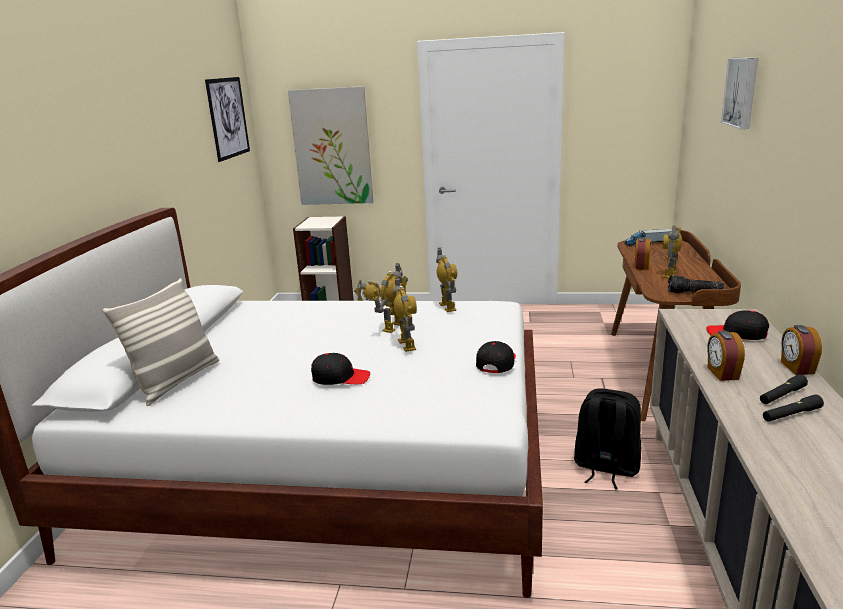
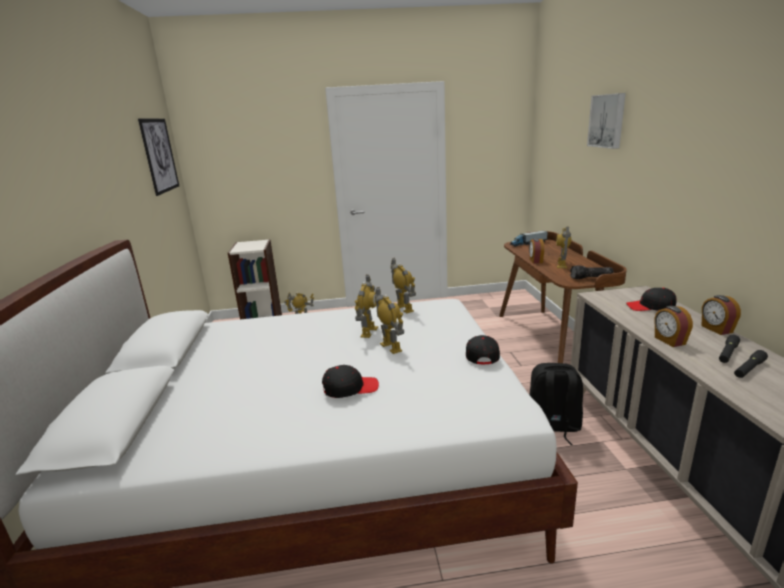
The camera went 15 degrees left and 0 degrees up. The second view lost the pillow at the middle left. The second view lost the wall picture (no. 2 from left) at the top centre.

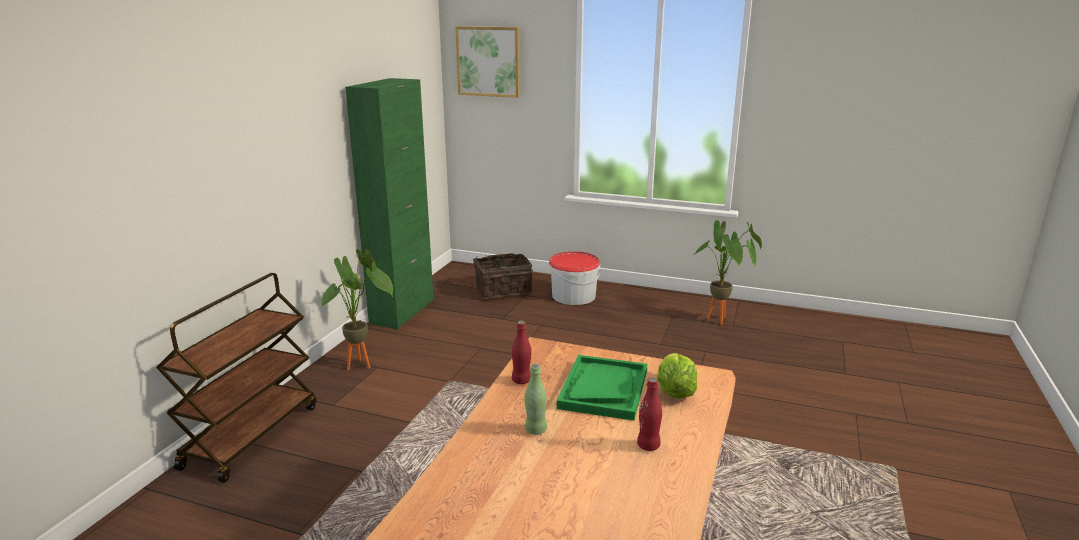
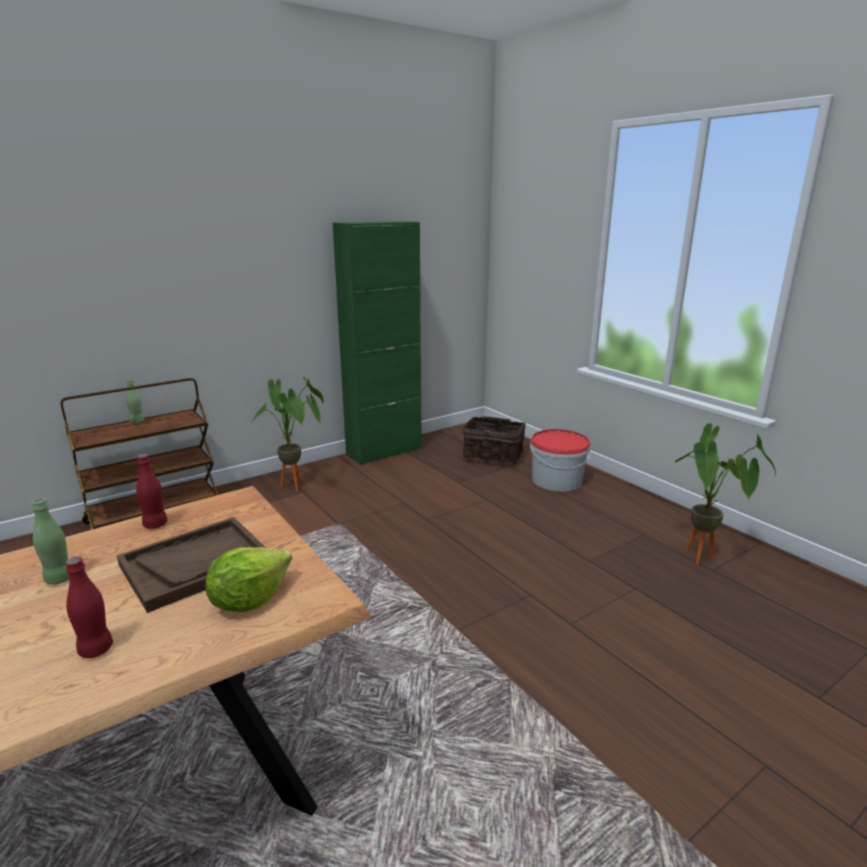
The camera went 35 degrees right and 0 degrees up. What was the carrying tray (greenish) at the bottom centre turned into the carrying tray (brown) at the middle left. The second view gained the beverage bottle (greenish) (no. 2 from left) at the middle left. The second view lost the wall picture at the top centre.

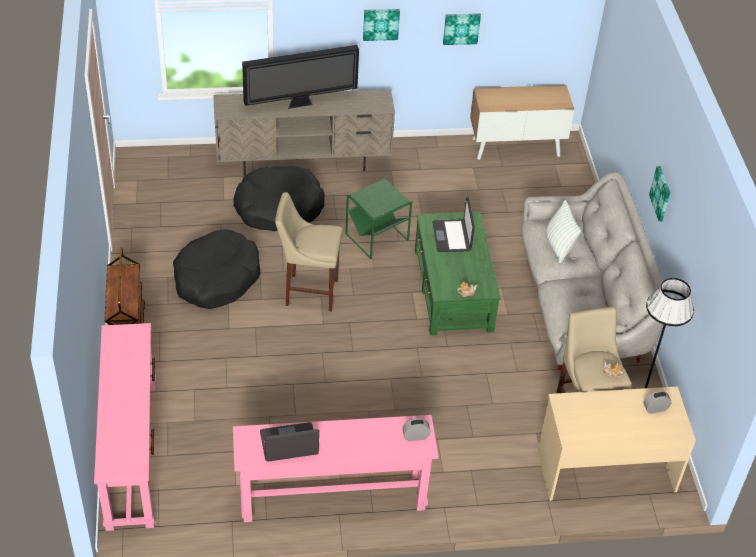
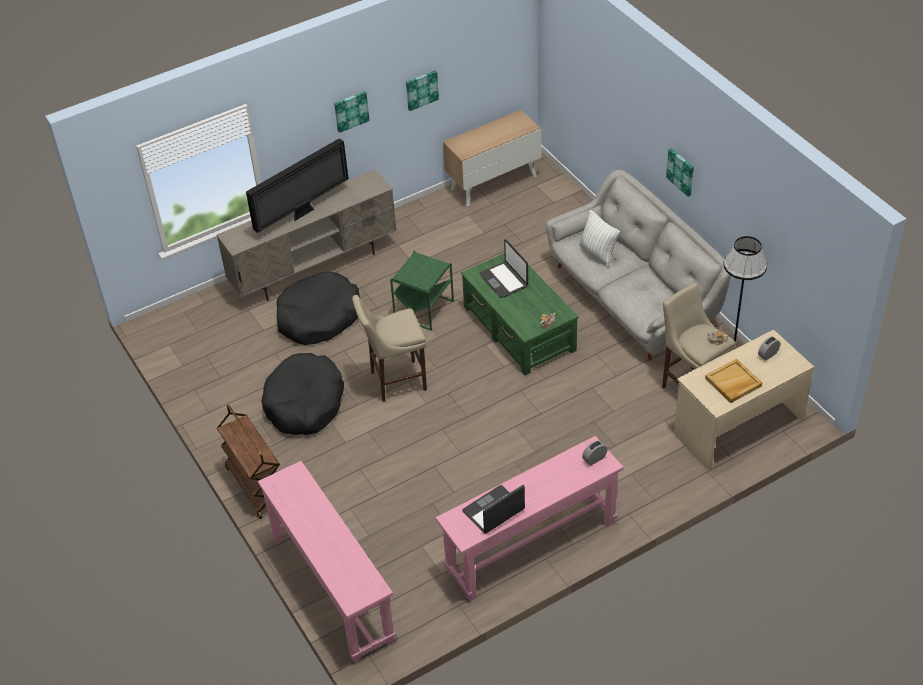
The camera went 20 degrees left and 0 degrees up. The second view gained the carrying tray (sand-coloured) at the middle right.

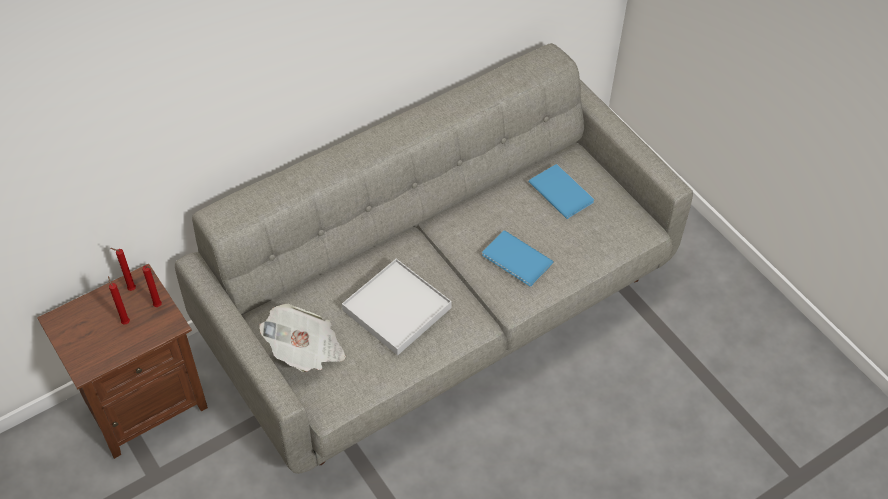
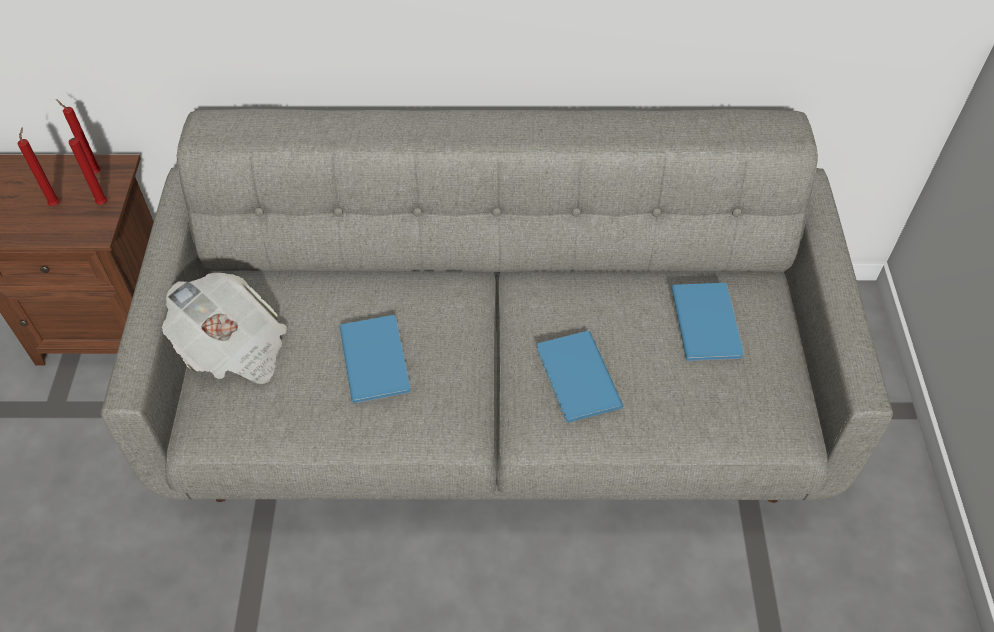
The camera went 35 degrees right and 0 degrees up. Where the carrying tray (whitish) stood at the centre, the bound book (blue-coloured) (no. 1 from left) came to stand at the centre.

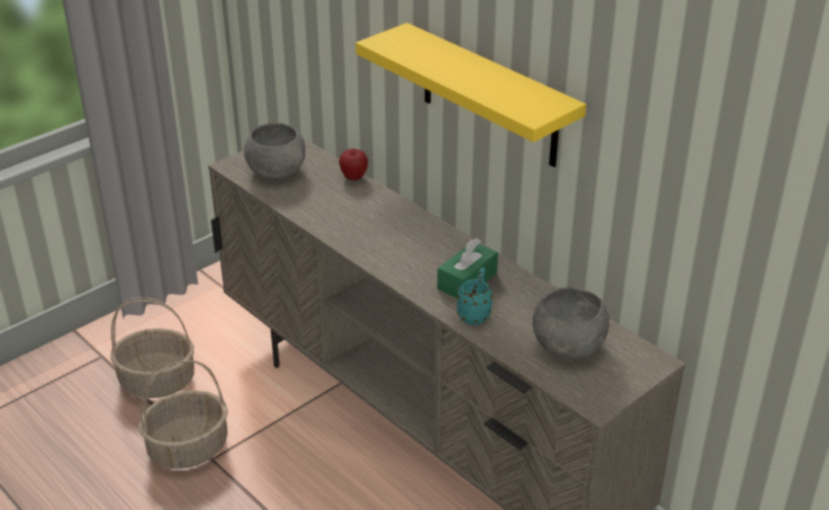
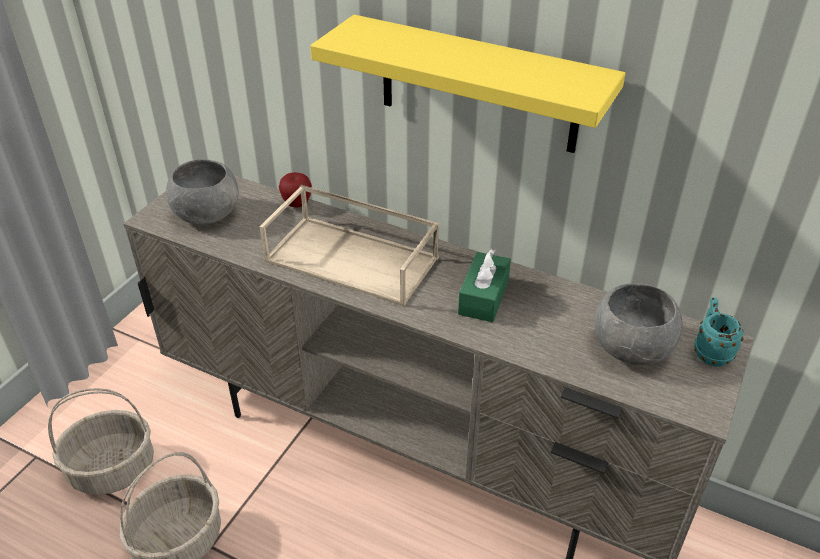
The camera went 20 degrees left and 5 degrees up. The second view gained the carrying tray (sand-coloured) at the centre. The mug (turquoise) ended up elsewhere, having gone from the centre to the middle right.

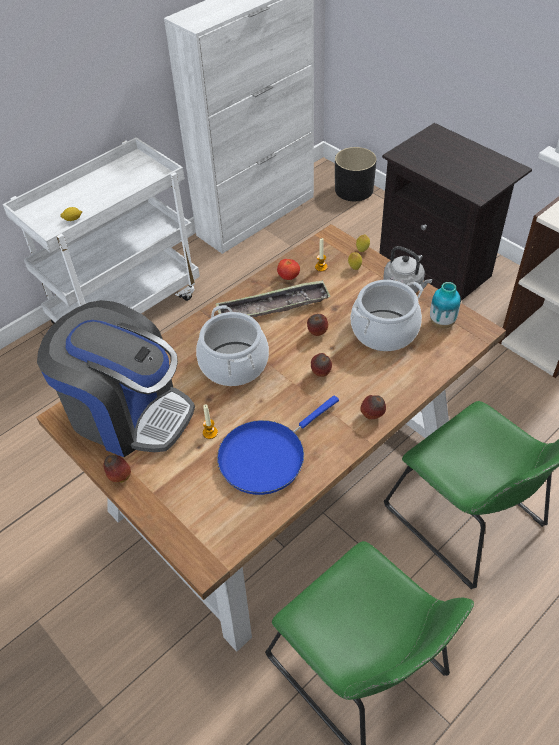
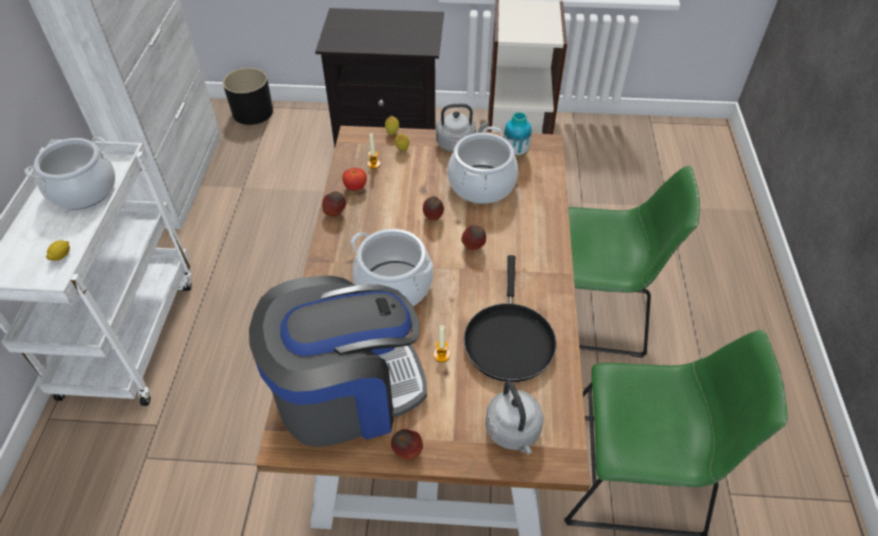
The camera went 45 degrees left and 0 degrees up. The second view gained the cooking pot (no. 1 from left) at the top left. The apple fruit (no. 4 from left in the first image) ended up elsewhere, having gone from the middle right to the centre. What was the pan (blue-coloured) at the centre turned into the pan (blackish) at the centre. The second view gained the water kettle (grey) (no. 2 from left) at the bottom centre. The second view lost the carrying tray at the centre.

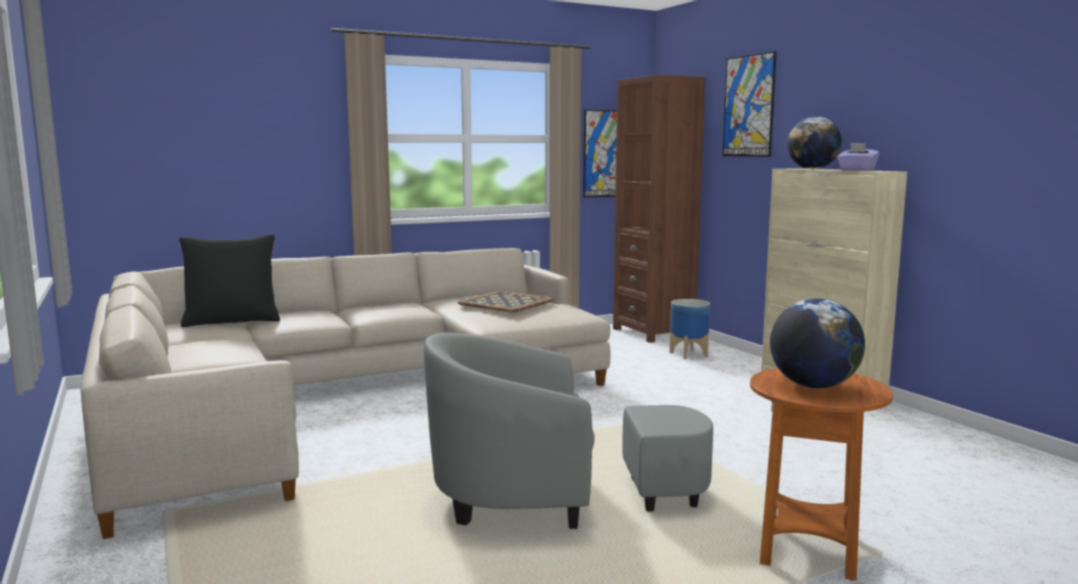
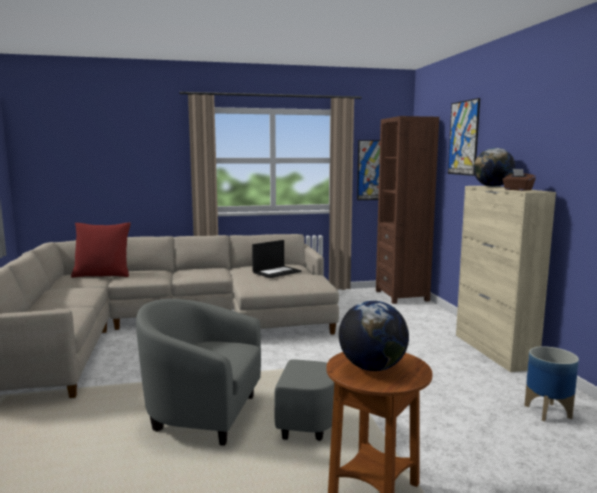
The camera went 15 degrees right and 0 degrees up. What was the pillow (blackish) at the middle left turned into the pillow (red) at the middle left. Where the carrying tray stood at the centre, the portable computer came to stand at the centre. What was the tissue holder (purple) at the top right turned into the tissue holder (brown) at the middle right. The plant pot ended up elsewhere, having gone from the centre to the bottom right.

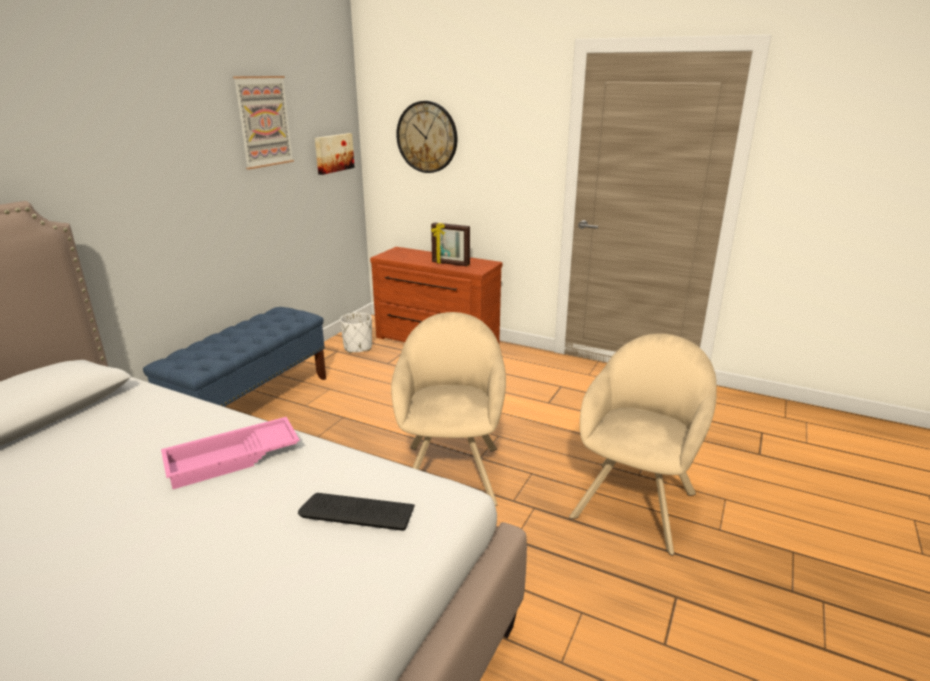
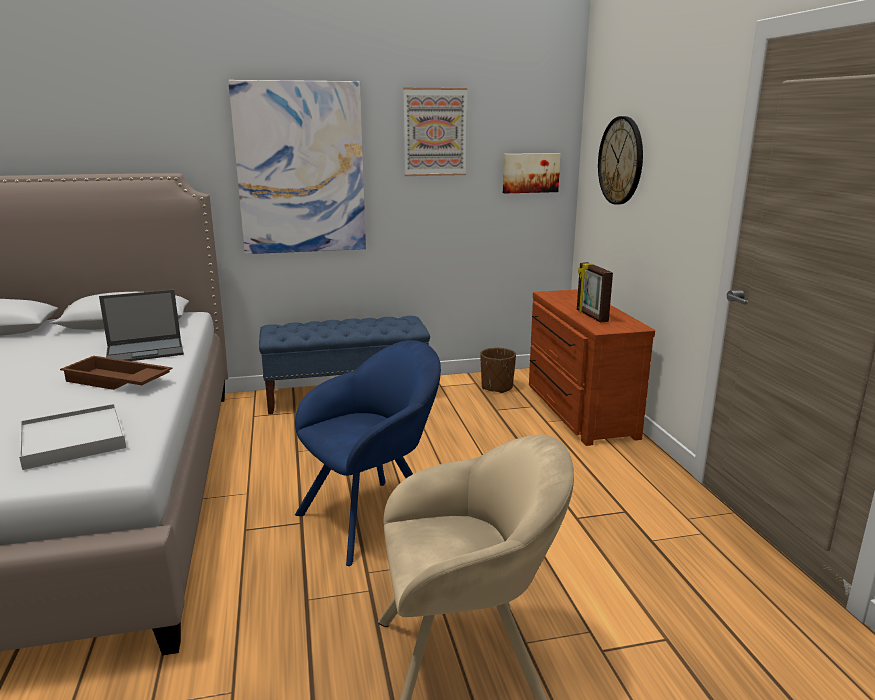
The camera went 50 degrees right and 5 degrees down. Where the computer keyboard stood at the bottom centre, the carrying tray (whitish) came to stand at the middle left. What was the carrying tray (pink-coloured) at the middle left turned into the carrying tray (brown) at the middle left. The second view gained the portable computer at the middle left. The second view gained the wall picture (no. 1 from left) at the top centre. What was the easy chair (sand-coloured) (no. 1 from left) at the centre turned into the easy chair (blue-coloured) at the centre. What was the plant pot (whitish) at the centre turned into the plant pot (brown) at the centre.

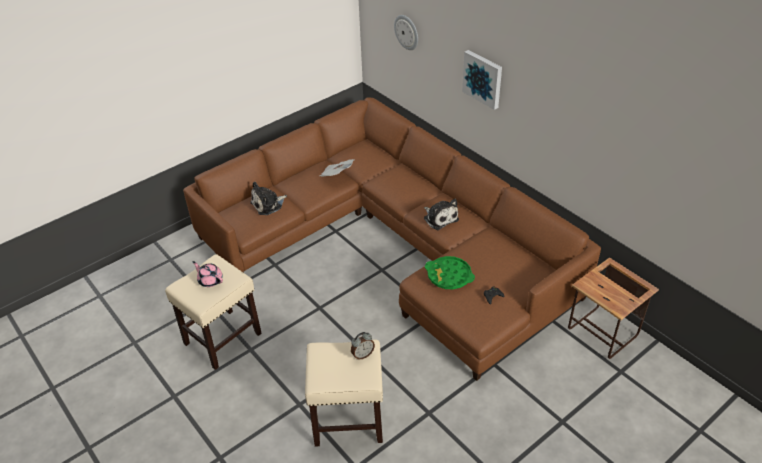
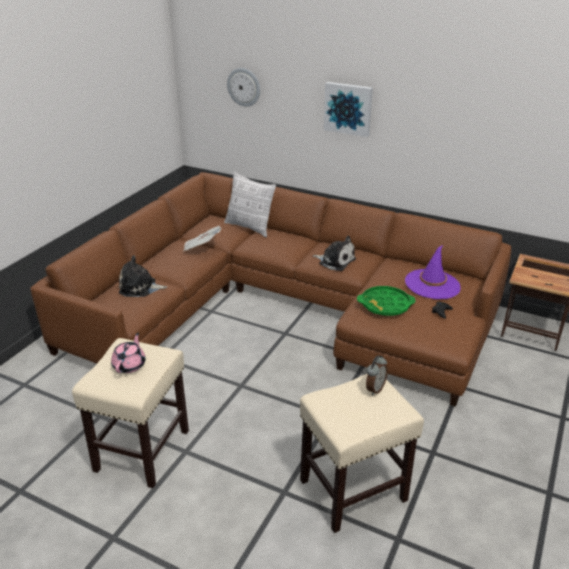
The camera went 25 degrees left and 10 degrees down. The tea pot (pink-coloured) at the middle left ended up facing another way, 90 degrees clockwise from before. The soft toy (no. 1 from left) at the centre ended up facing another way, 60 degrees clockwise from before. The second view gained the pillow at the centre. The second view gained the hat (purple) at the middle right.

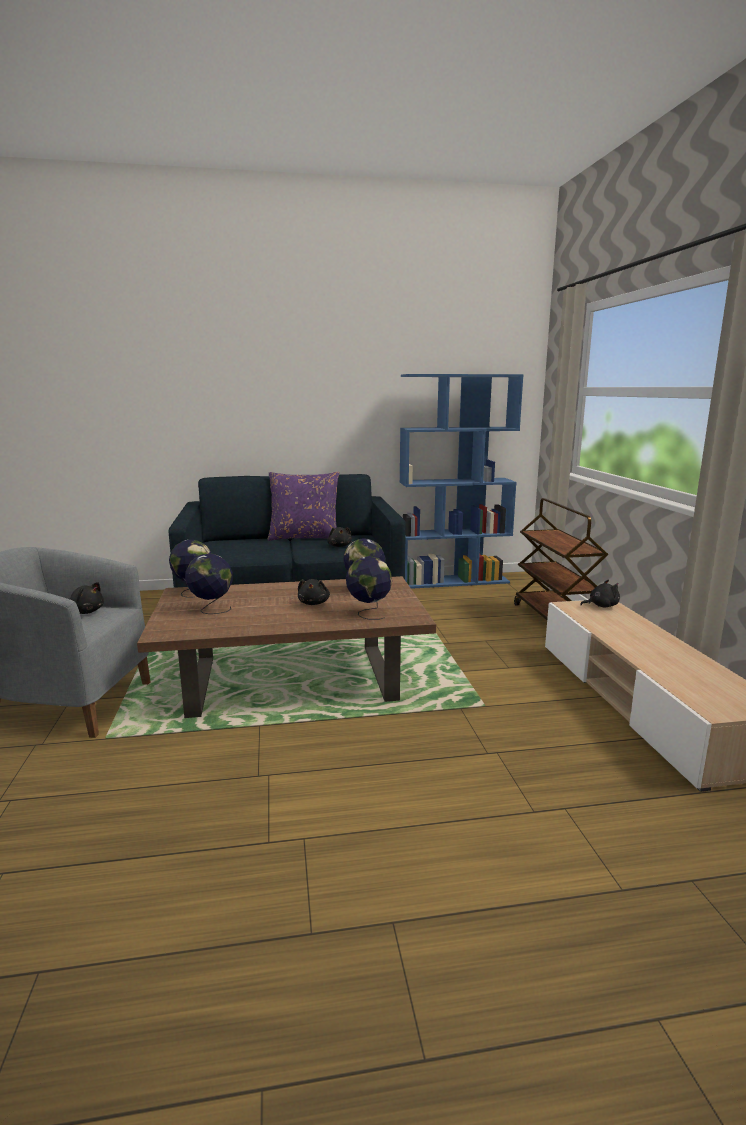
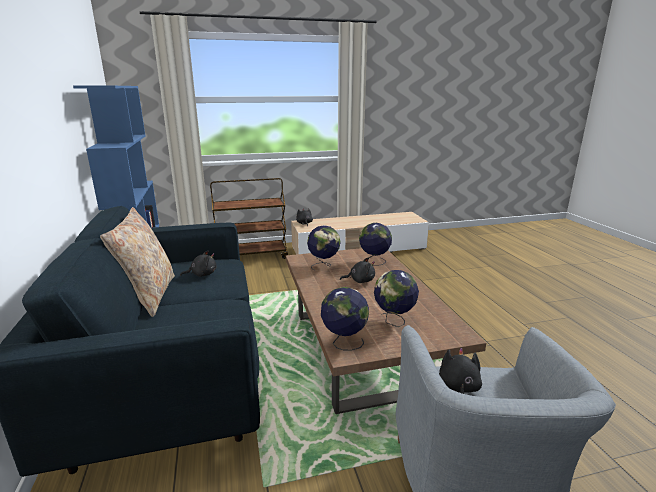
The camera went 95 degrees left and 5 degrees up. What was the pillow (purple) at the centre turned into the pillow (sand-coloured) at the middle left.

